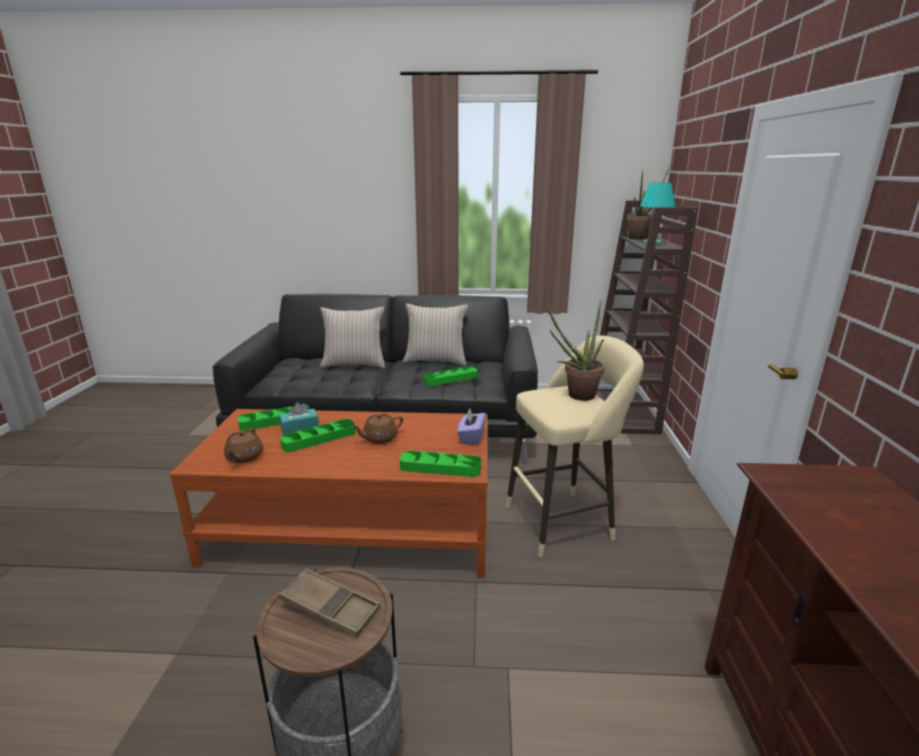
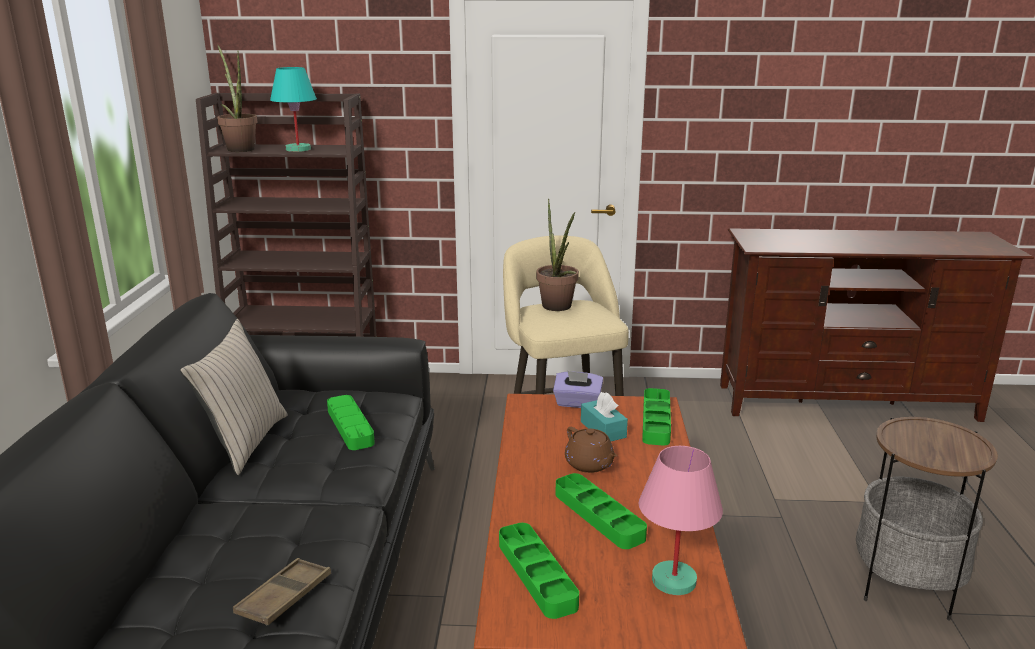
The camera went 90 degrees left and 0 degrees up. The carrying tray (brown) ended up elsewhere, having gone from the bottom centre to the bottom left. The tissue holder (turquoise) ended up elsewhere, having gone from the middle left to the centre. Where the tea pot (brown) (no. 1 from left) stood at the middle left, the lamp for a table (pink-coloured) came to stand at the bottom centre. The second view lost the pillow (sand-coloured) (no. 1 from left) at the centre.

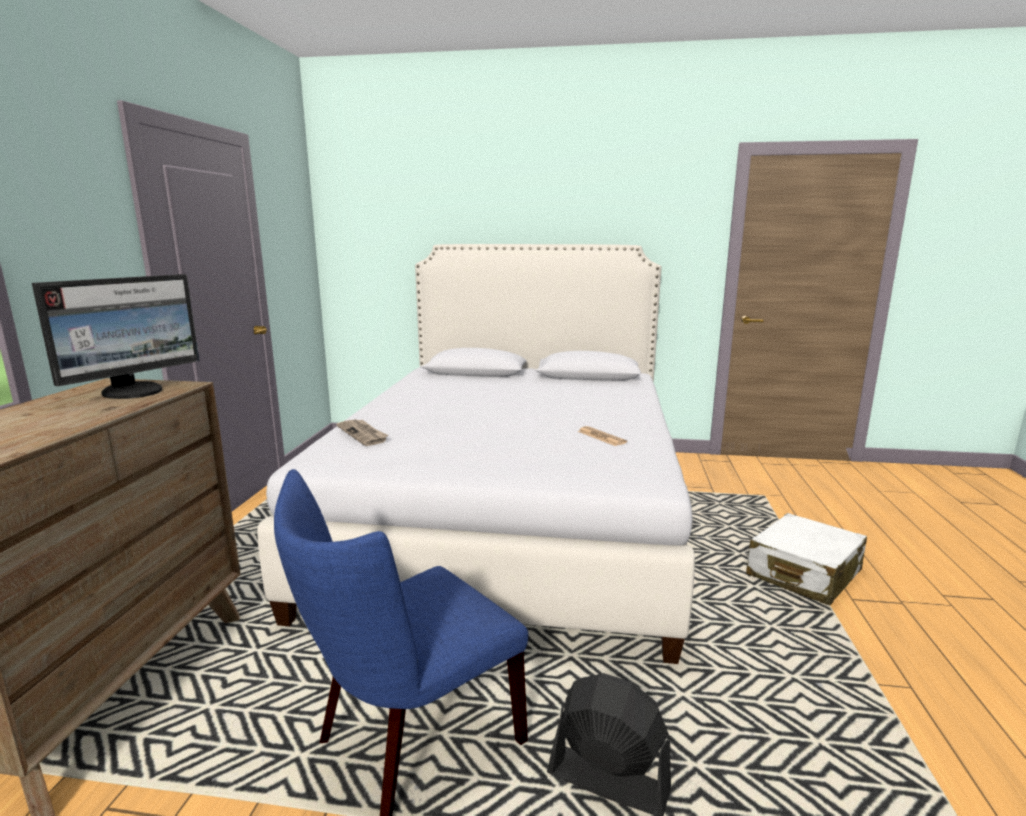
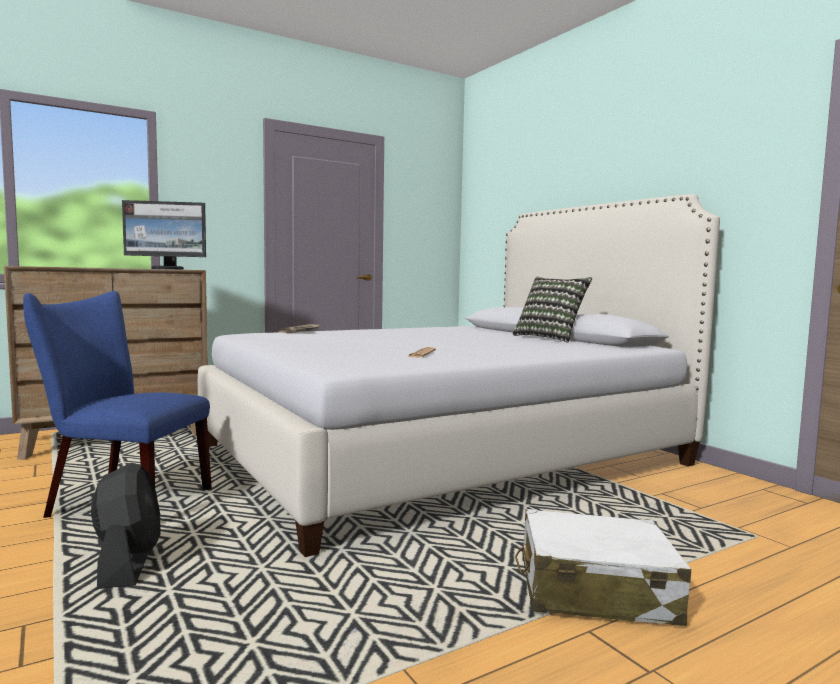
The camera went 50 degrees right and 10 degrees down. The second view gained the pillow at the centre.

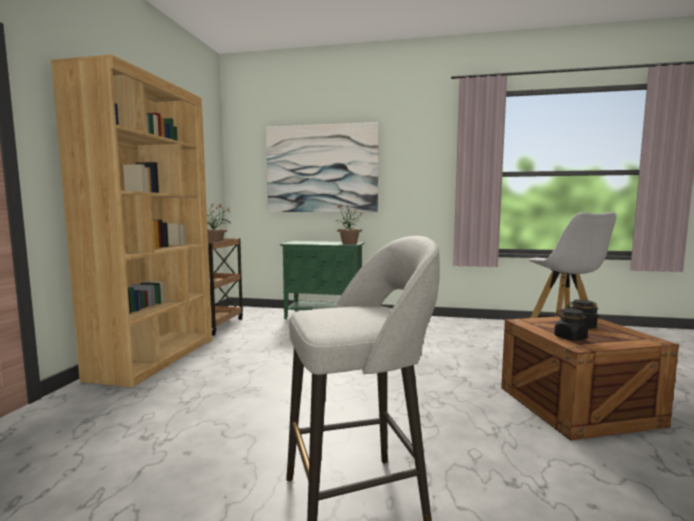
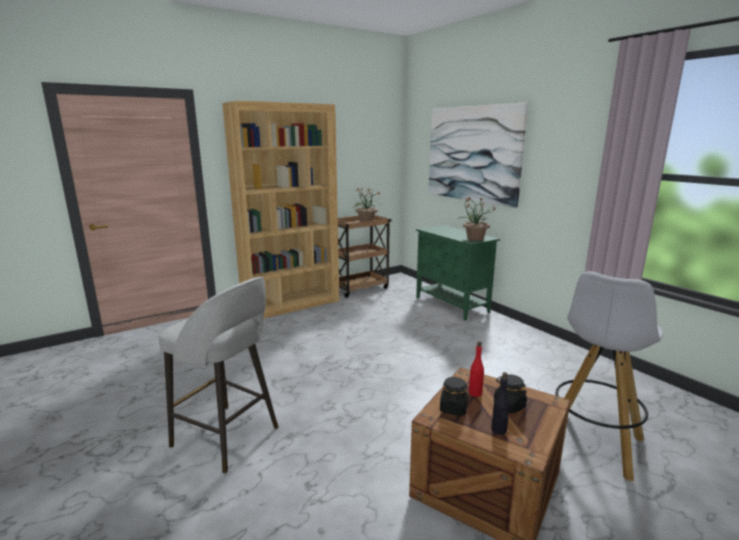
The camera went 45 degrees right and 10 degrees up. The second view gained the beverage bottle (red) at the bottom centre. The second view gained the beverage bottle (blackish) at the bottom right.

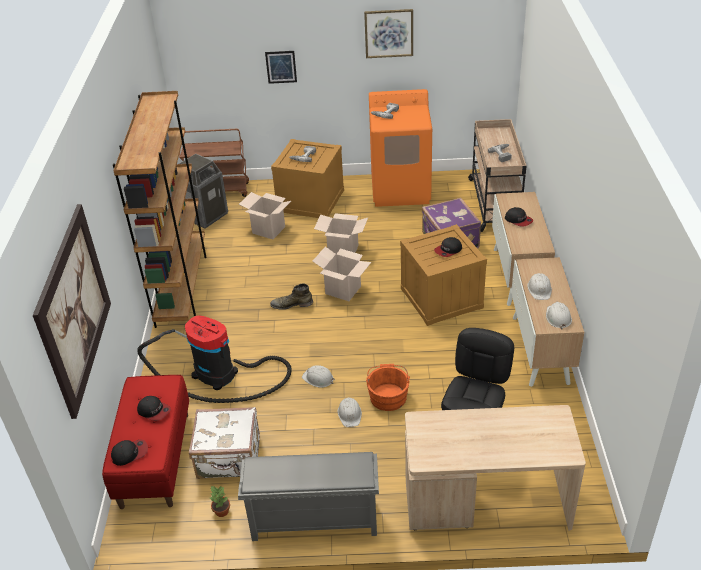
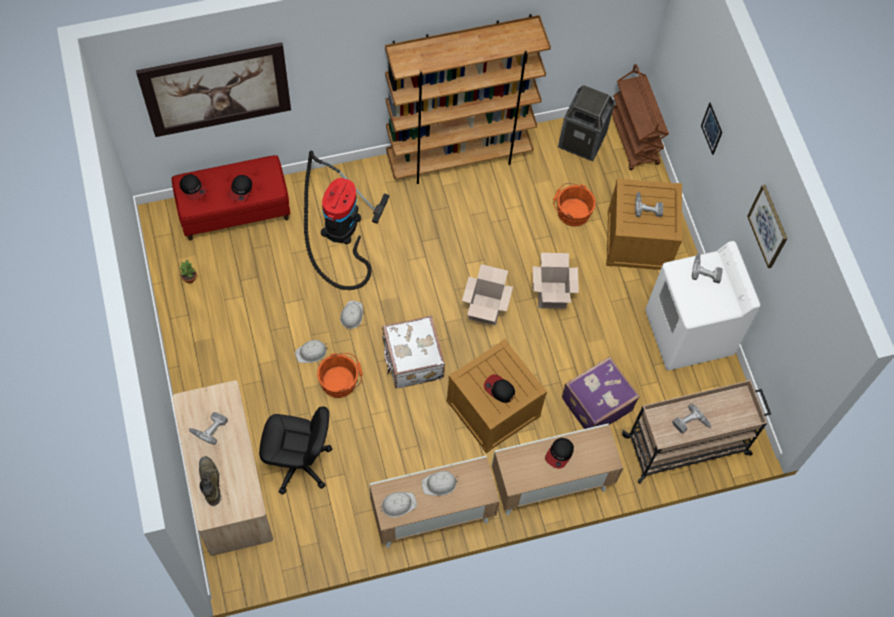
The camera went 70 degrees right and 25 degrees up. The second view gained the power drill (no. 1 from left) at the bottom left. The boot (greenish) ended up elsewhere, having gone from the centre to the bottom left. The piece of luggage (whitish) ended up elsewhere, having gone from the bottom left to the centre. Where the cardboard box (no. 1 from left) stood at the centre, the pail (orange) (no. 2 from left) came to stand at the top centre. What was the laundry machine (orange) at the top centre turned into the laundry machine (whitish) at the middle right. The second view lost the shoe stand (grey) at the bottom centre.

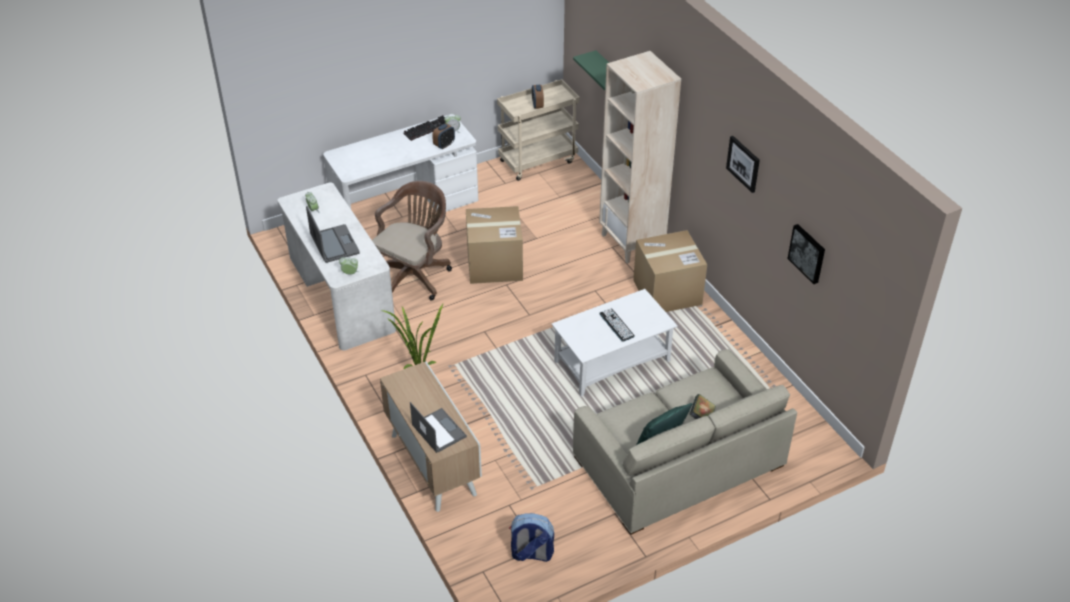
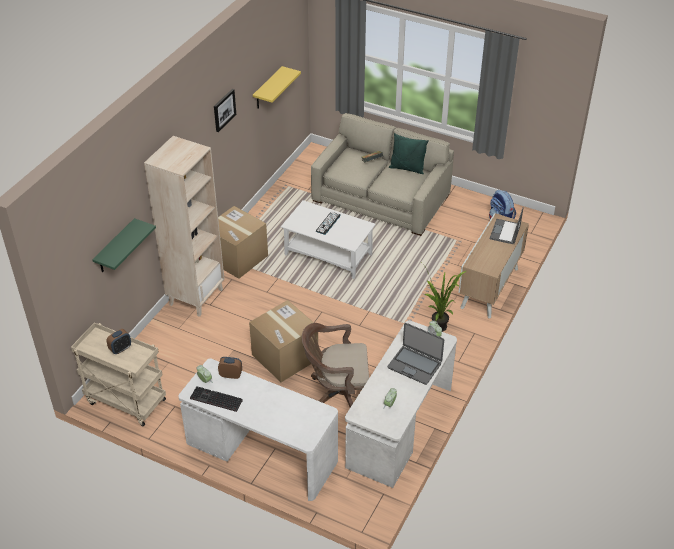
The camera went 125 degrees left and 0 degrees up. Where the wall picture (no. 2 from left) hung at the middle right, the wall shelf (yellowish) came to hang at the top centre. The portable computer (no. 1 from left) at the middle left ended up facing another way, 90 degrees counterclockwise from before.

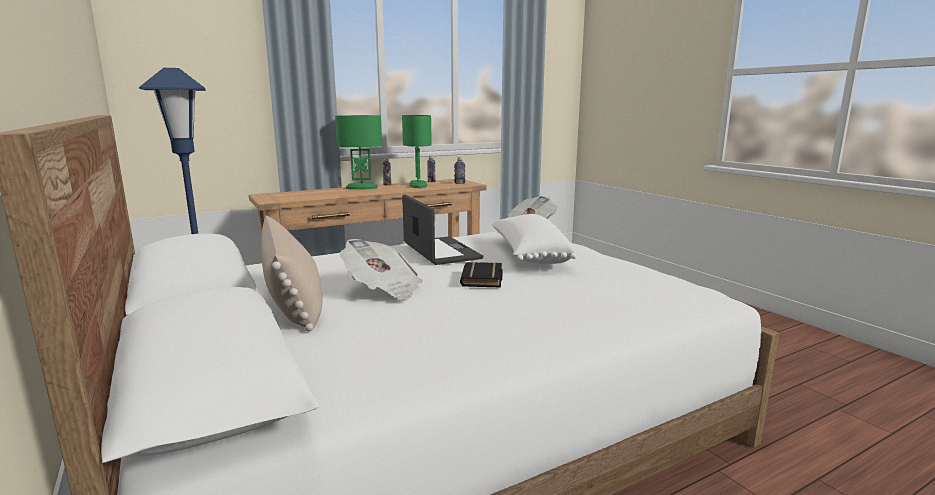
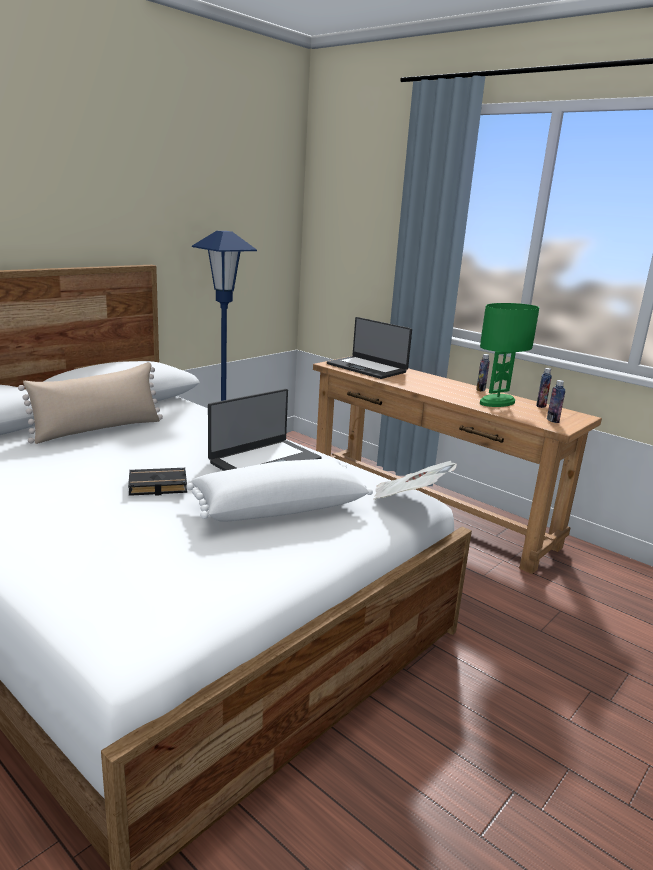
The camera went 70 degrees right and 5 degrees up. The second view gained the portable computer (no. 2 from left) at the centre. The second view lost the lamp for a table (greenish) (no. 1 from left) at the top centre. The second view lost the printed paper (no. 1 from left) at the centre.

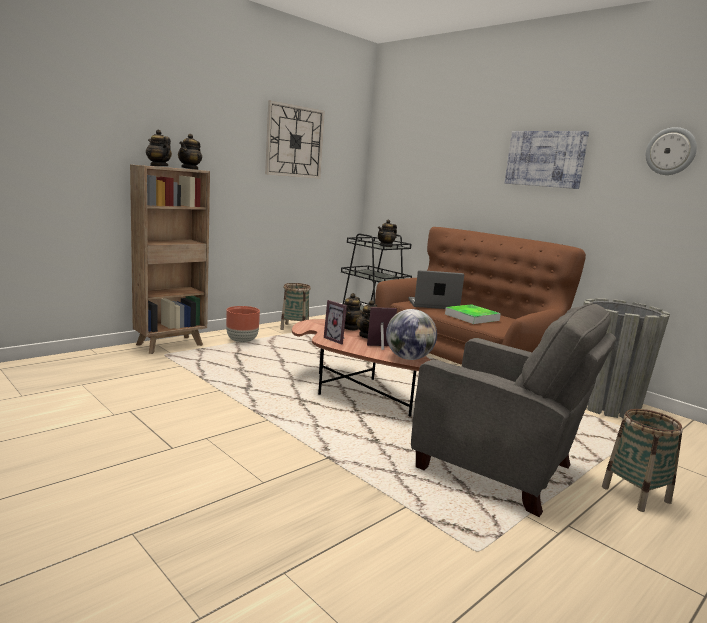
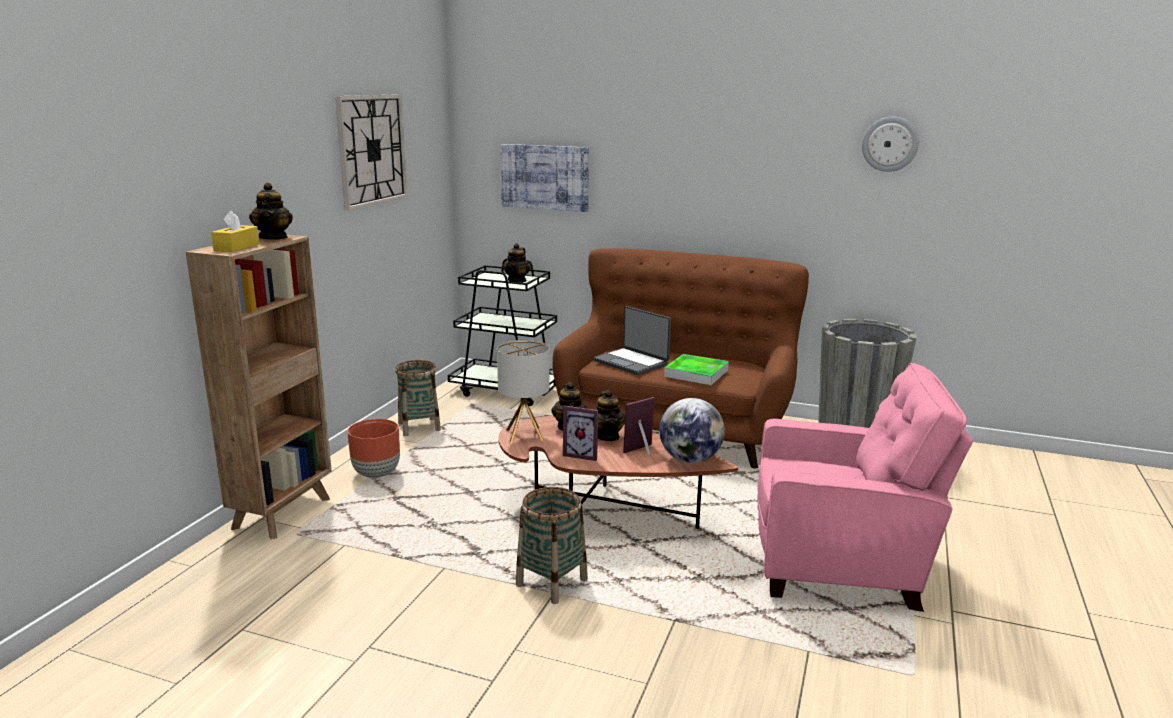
The camera went 25 degrees left and 5 degrees up. Where the tea pot (no. 1 from left) stood at the top left, the tissue holder (yellowish) came to stand at the top left. The second view gained the lamp for a table at the centre. The wall picture ended up elsewhere, having gone from the top right to the top centre. The storage basket (no. 2 from left) ended up elsewhere, having gone from the bottom right to the bottom centre. The portable computer at the centre ended up facing another way, 105 degrees counterclockwise from before. What was the easy chair (grey) at the middle right turned into the easy chair (pink-coloured) at the bottom right.

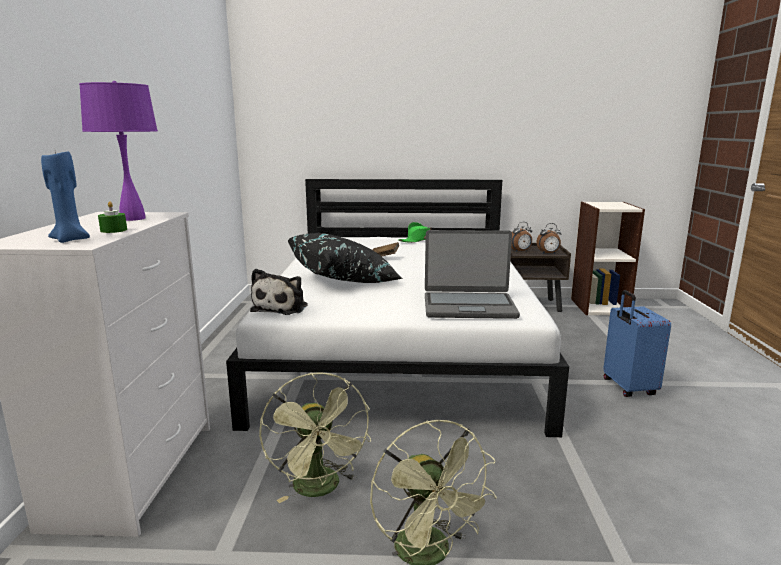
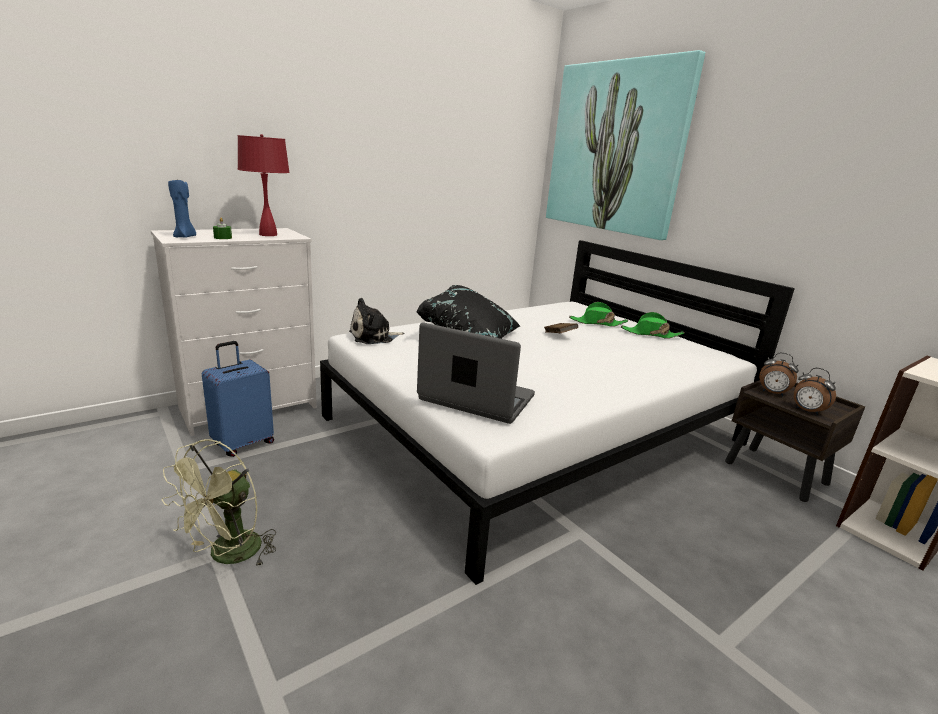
The camera went 50 degrees right and 5 degrees up. The piece of luggage (blue-coloured) ended up elsewhere, having gone from the middle right to the middle left. What was the lamp for a table (purple) at the top left turned into the lamp for a table (red) at the top left. The portable computer at the centre ended up facing another way, 150 degrees clockwise from before. The second view gained the wall picture at the top centre. The second view gained the hat (greenish) (no. 1 from left) at the centre. The second view lost the fan (greenish) (no. 1 from left) at the bottom centre.

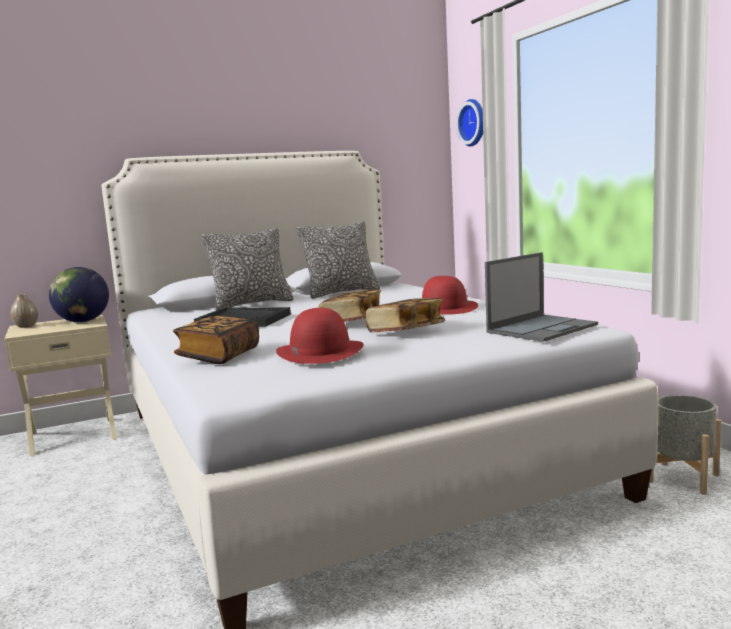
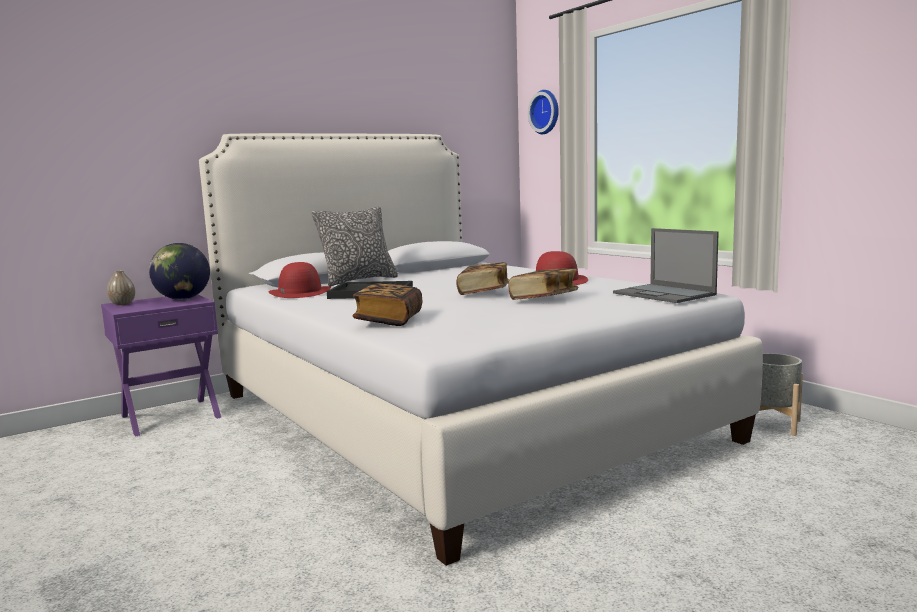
The camera went 10 degrees left and 0 degrees up. What was the night table (sand-coloured) at the middle left turned into the night table (purple) at the middle left. The hat (red) (no. 1 from left) ended up elsewhere, having gone from the centre to the middle left. The portable computer at the middle right ended up facing another way, 105 degrees clockwise from before. The second view lost the pillow (no. 2 from left) at the centre.

